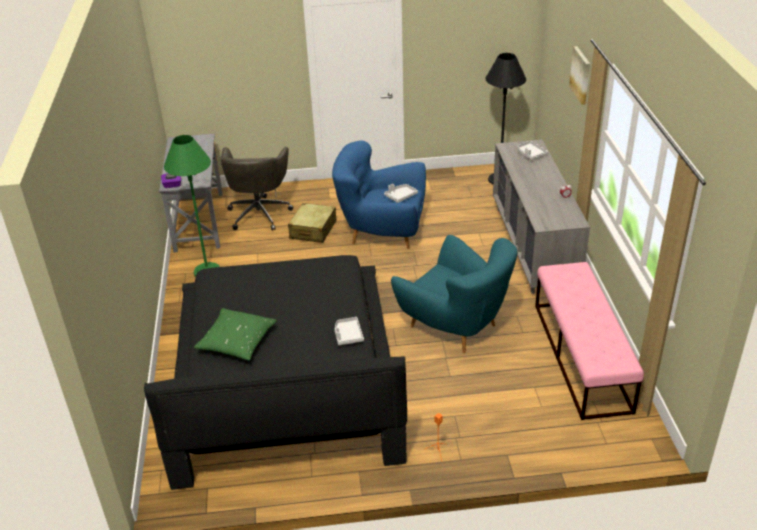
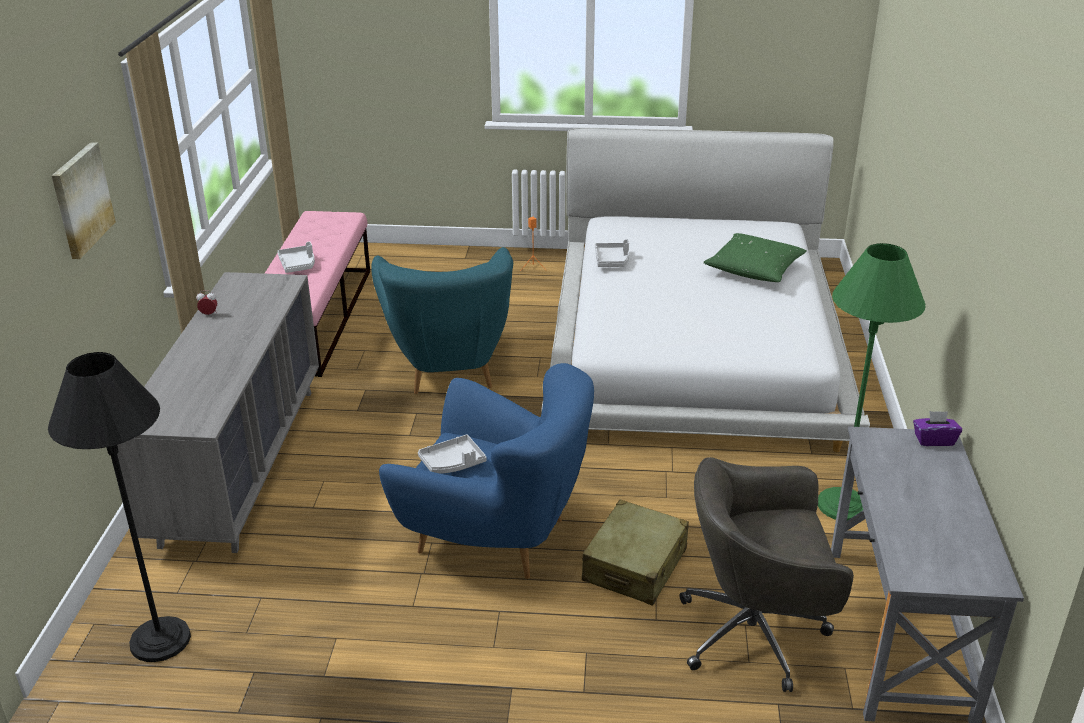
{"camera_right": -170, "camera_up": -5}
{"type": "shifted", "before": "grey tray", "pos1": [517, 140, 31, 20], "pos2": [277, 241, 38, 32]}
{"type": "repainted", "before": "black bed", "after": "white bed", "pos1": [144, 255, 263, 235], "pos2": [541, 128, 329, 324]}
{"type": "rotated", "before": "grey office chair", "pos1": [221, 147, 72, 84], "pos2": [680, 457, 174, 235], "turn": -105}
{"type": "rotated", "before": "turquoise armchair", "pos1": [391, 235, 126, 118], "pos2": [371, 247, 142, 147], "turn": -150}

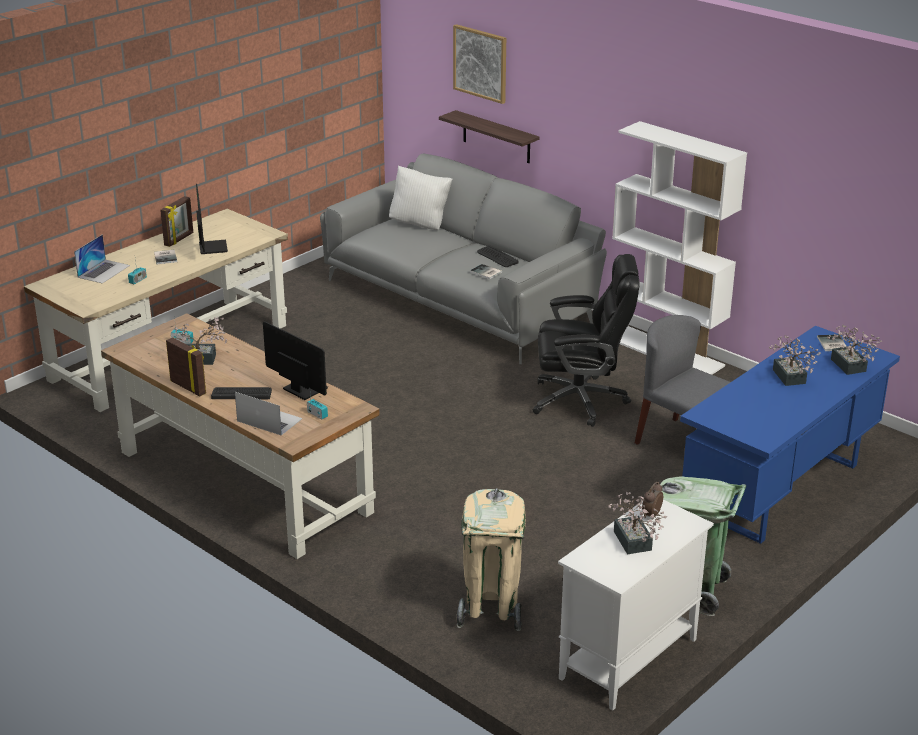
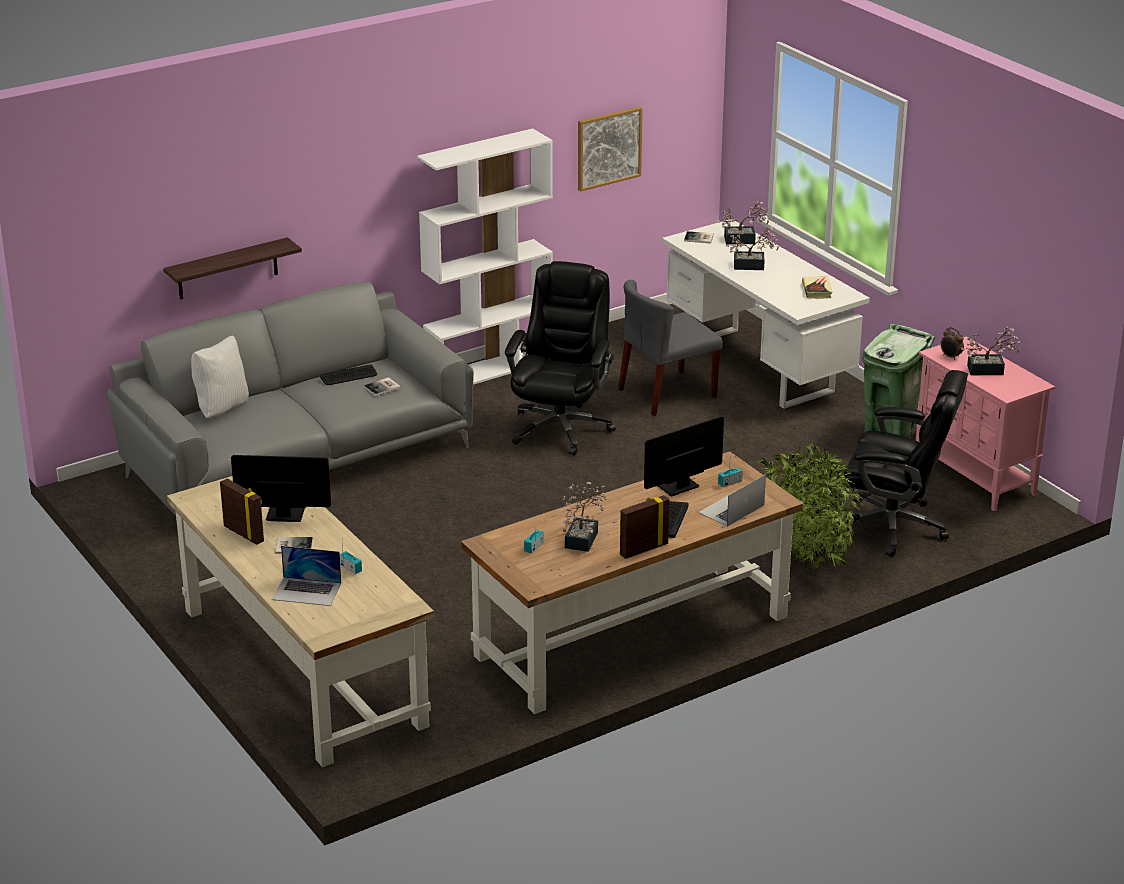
{"camera_right": -75, "camera_up": 0}
{"type": "new", "after": "potted plant", "pos2": [758, 444, 105, 125]}
{"type": "new", "after": "book", "pos2": [802, 276, 31, 23]}
{"type": "shifted", "before": "picture", "pos1": [453, 24, 53, 80], "pos2": [578, 106, 65, 85]}
{"type": "swapped", "before": "beige trash can", "after": "black office chair", "pos1": [456, 488, 70, 143], "pos2": [833, 370, 135, 187]}
{"type": "repainted", "before": "white cabinet", "after": "pink cabinet", "pos1": [558, 500, 156, 210], "pos2": [916, 336, 139, 175]}
{"type": "repainted", "before": "blue desk", "after": "white desk", "pos1": [680, 326, 220, 218], "pos2": [662, 219, 208, 190]}
{"type": "rotated", "before": "laptop", "pos1": [74, 234, 56, 50], "pos2": [272, 546, 69, 60], "turn": 150}

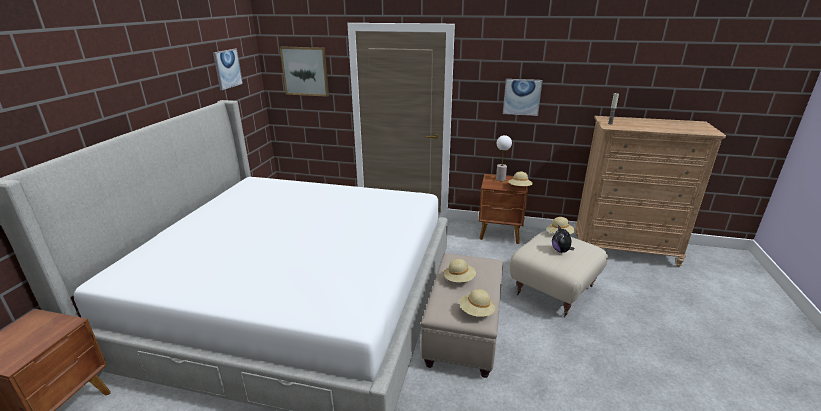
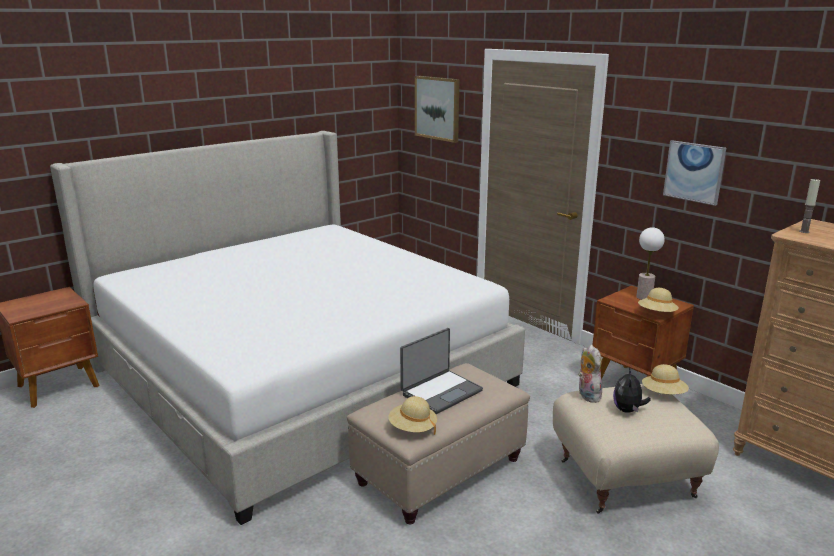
{"camera_right": 35, "camera_up": -5}
{"type": "gone", "before": "picture", "pos1": [213, 49, 30, 41]}
{"type": "new", "after": "plush toy", "pos2": [578, 345, 24, 58]}
{"type": "swapped", "before": "beige hat", "after": "laptop", "pos1": [444, 259, 32, 23], "pos2": [400, 328, 83, 86]}

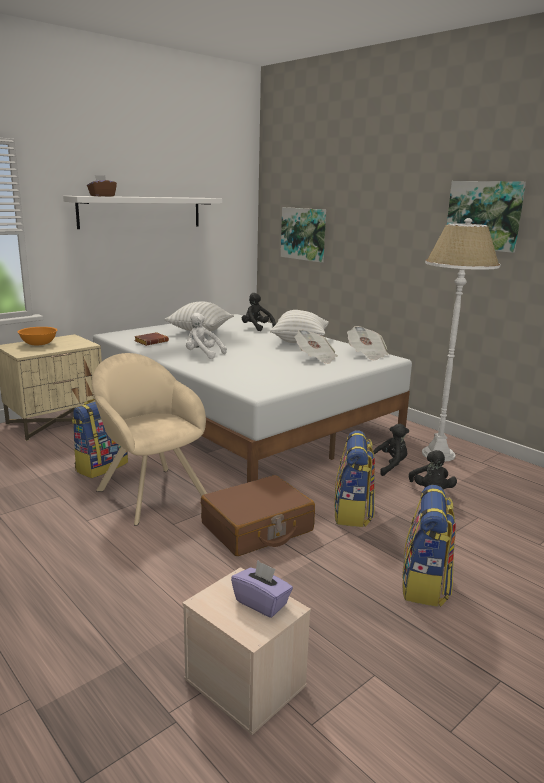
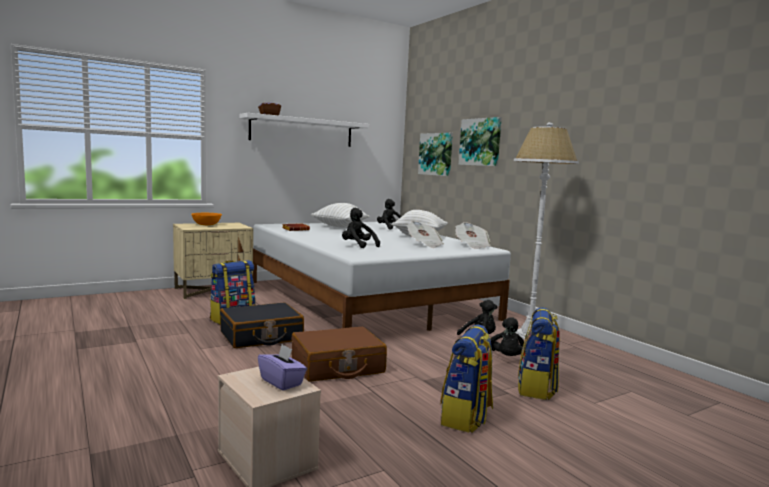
{"camera_right": 10, "camera_up": -10}
{"type": "gone", "before": "white plush toy", "pos1": [186, 313, 41, 46]}
{"type": "new", "after": "black plush toy", "pos2": [342, 208, 38, 40]}
{"type": "shifted", "before": "backpack", "pos1": [334, 430, 41, 97], "pos2": [518, 307, 42, 93]}
{"type": "shifted", "before": "picture", "pos1": [447, 181, 79, 72], "pos2": [459, 117, 43, 49]}
{"type": "swapped", "before": "beige armchair", "after": "black suitcase", "pos1": [92, 353, 115, 173], "pos2": [220, 303, 84, 45]}

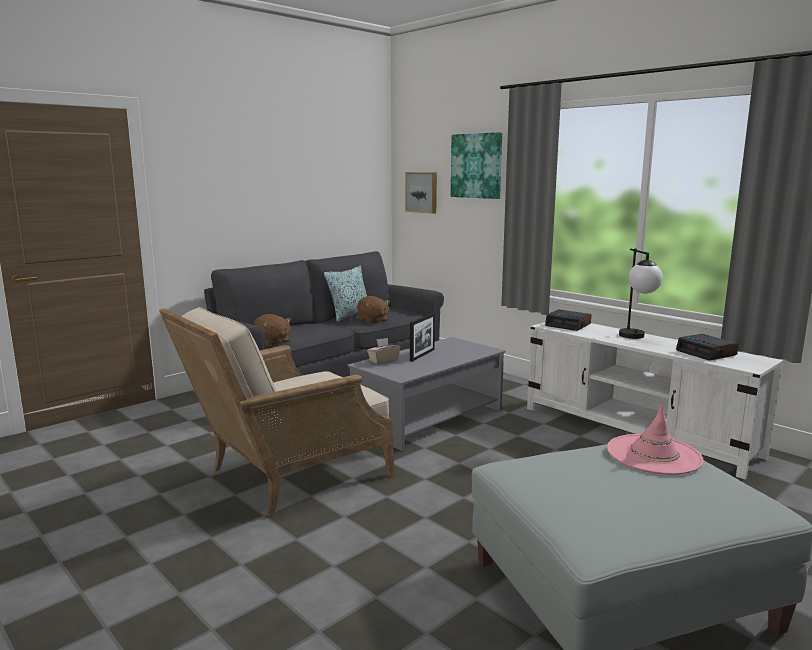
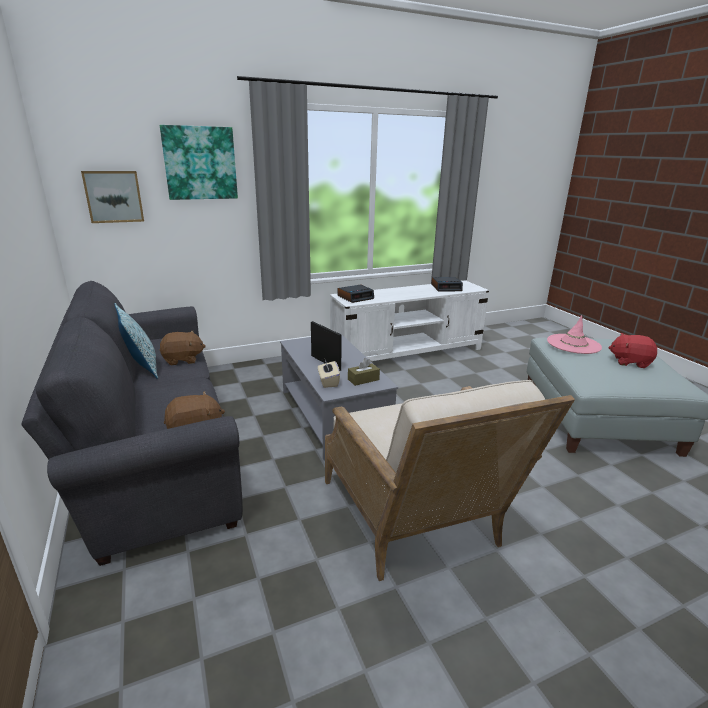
{"camera_right": -70, "camera_up": 10}
{"type": "gone", "before": "table lamp", "pos1": [619, 249, 44, 90]}
{"type": "new", "after": "brown tissue box", "pos2": [348, 358, 32, 28]}
{"type": "new", "after": "red plush toy", "pos2": [608, 333, 49, 35]}

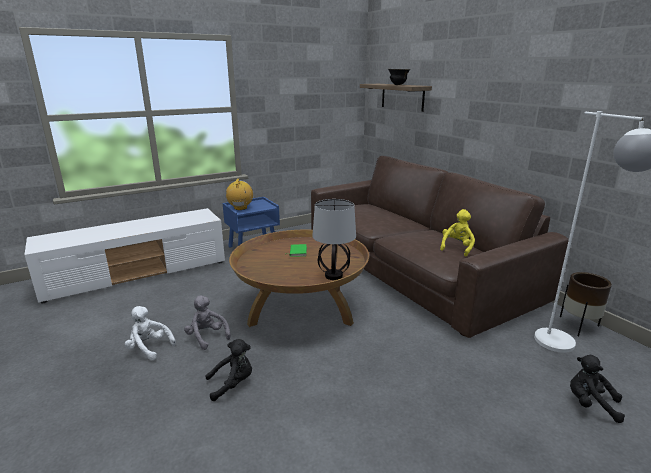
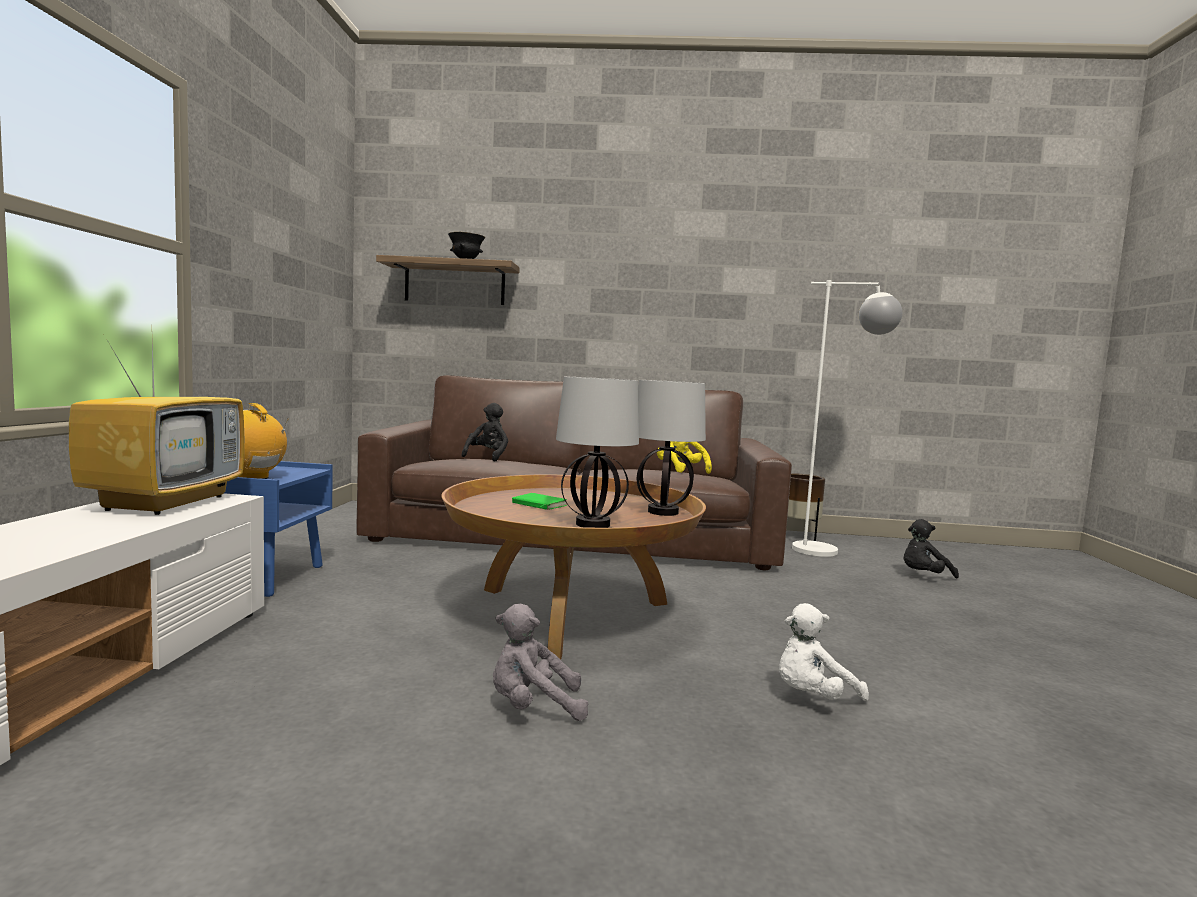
{"camera_right": -55, "camera_up": -15}
{"type": "new", "after": "television", "pos2": [69, 335, 175, 180]}
{"type": "new", "after": "table lamp", "pos2": [556, 377, 83, 151]}
{"type": "shifted", "before": "white plush toy", "pos1": [125, 306, 51, 54], "pos2": [779, 603, 90, 98]}
{"type": "shifted", "before": "black plush toy", "pos1": [205, 339, 47, 62], "pos2": [461, 403, 47, 59]}

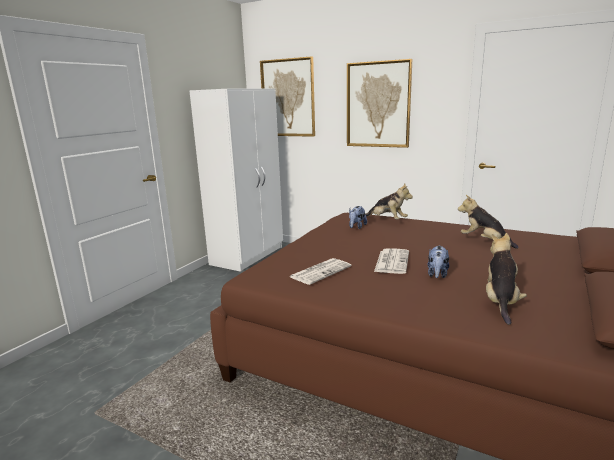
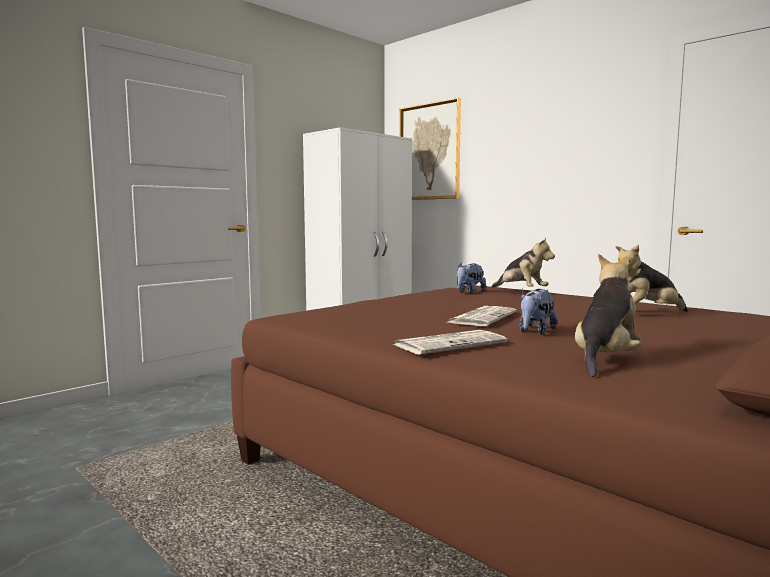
{"camera_right": 15, "camera_up": -10}
{"type": "gone", "before": "picture", "pos1": [347, 59, 65, 89]}
{"type": "shifted", "before": "newspaper", "pos1": [290, 258, 62, 27], "pos2": [394, 330, 113, 24]}
{"type": "rotated", "before": "plush toy", "pos1": [458, 195, 61, 54], "pos2": [615, 244, 73, 68], "turn": -75}

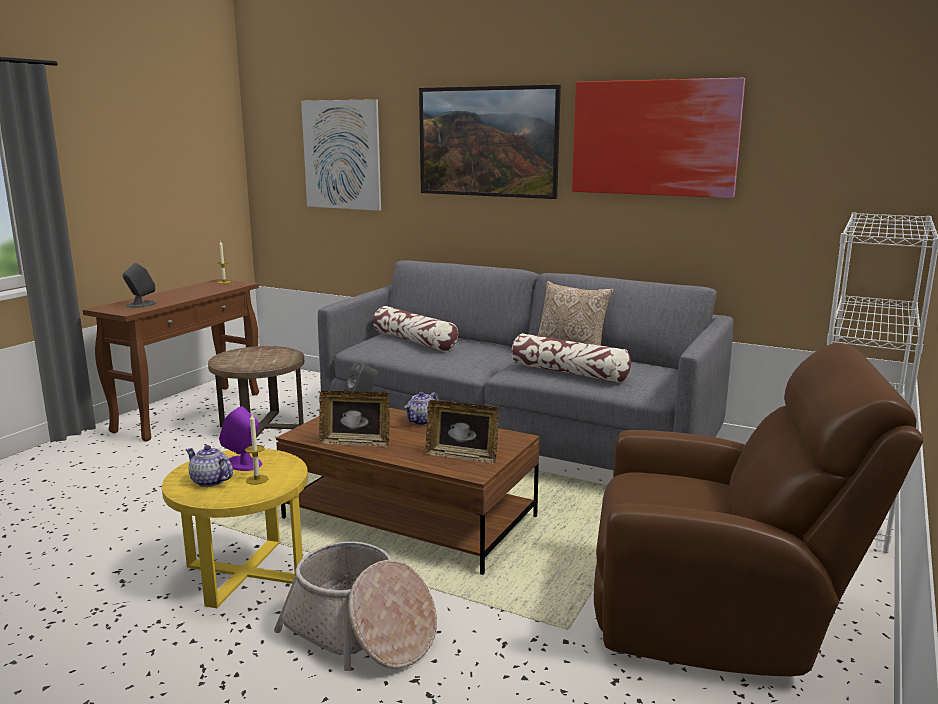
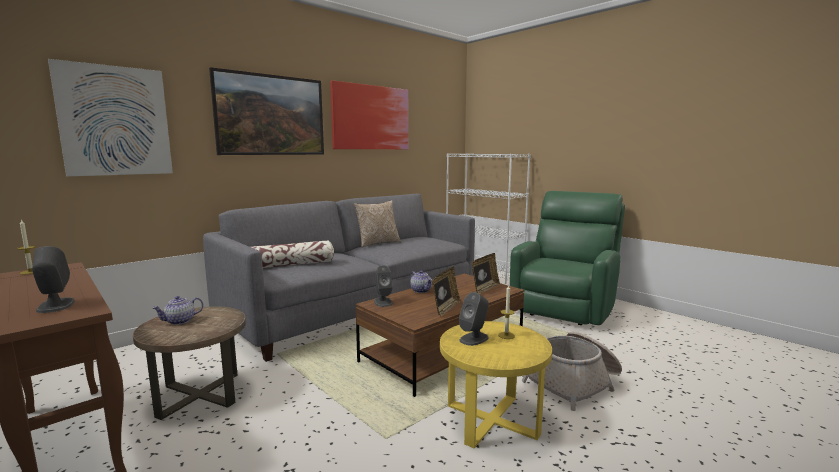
{"camera_right": -70, "camera_up": -5}
{"type": "gone", "before": "pillow", "pos1": [511, 333, 120, 50]}
{"type": "shifted", "before": "teapot", "pos1": [186, 445, 47, 42], "pos2": [152, 296, 51, 29]}
{"type": "repainted", "before": "purple speaker", "after": "grey speaker", "pos1": [219, 406, 43, 65], "pos2": [459, 292, 30, 54]}
{"type": "repainted", "before": "brown armchair", "after": "green armchair", "pos1": [594, 343, 329, 333], "pos2": [510, 191, 115, 134]}

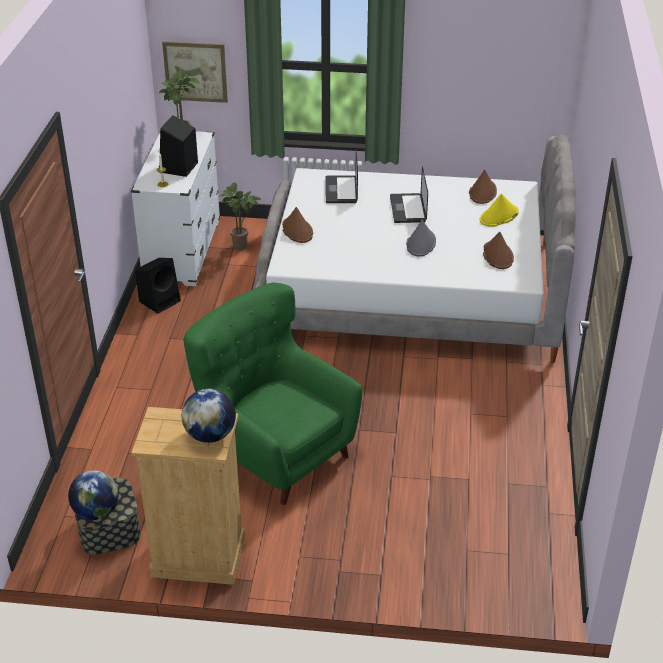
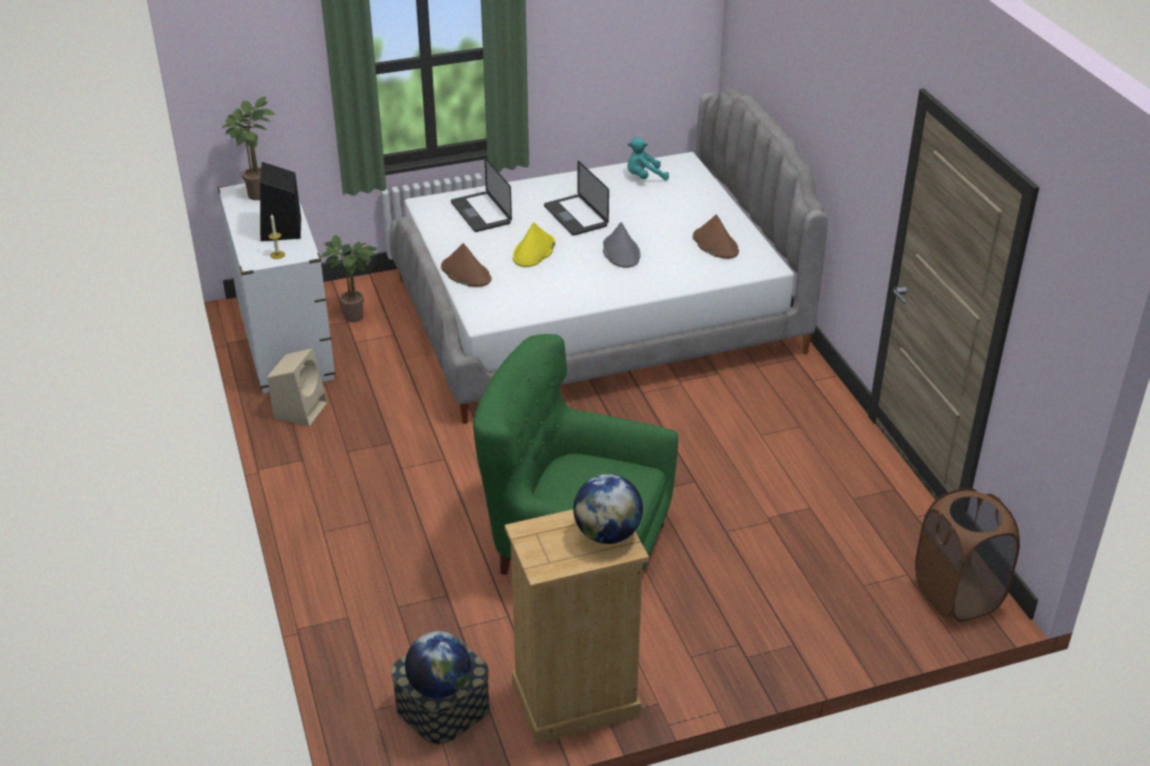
{"camera_right": -25, "camera_up": 0}
{"type": "gone", "before": "picture", "pos1": [162, 41, 66, 62]}
{"type": "new", "after": "brown laundry basket", "pos2": [915, 488, 105, 134]}
{"type": "shifted", "before": "yellow hat", "pos1": [480, 194, 39, 33], "pos2": [513, 222, 42, 45]}
{"type": "swapped", "before": "brown hat", "after": "turquoise plush toy", "pos1": [469, 169, 28, 35], "pos2": [627, 137, 42, 43]}
{"type": "repainted", "before": "black speaker", "after": "beige speaker", "pos1": [135, 258, 46, 56], "pos2": [267, 348, 60, 79]}

